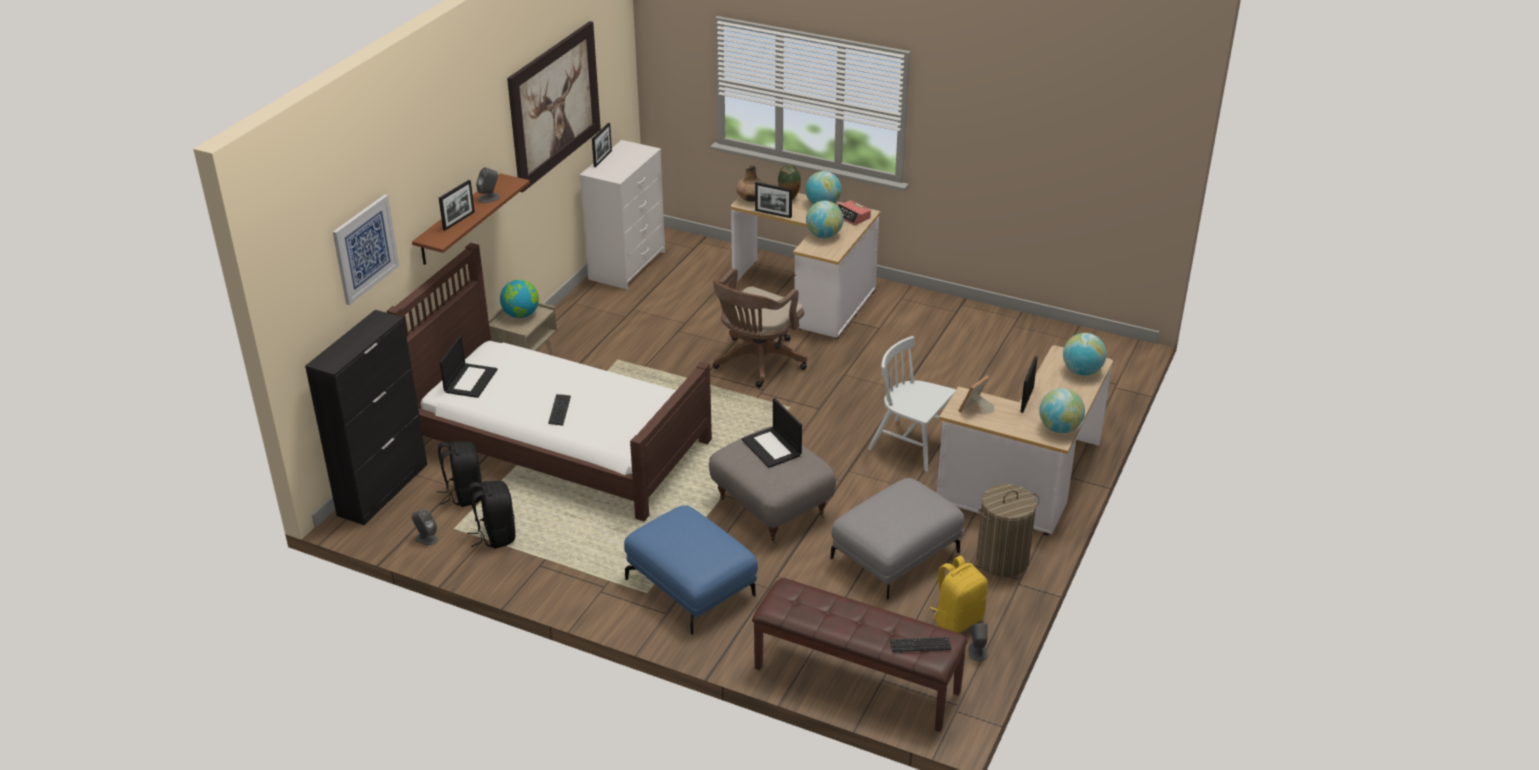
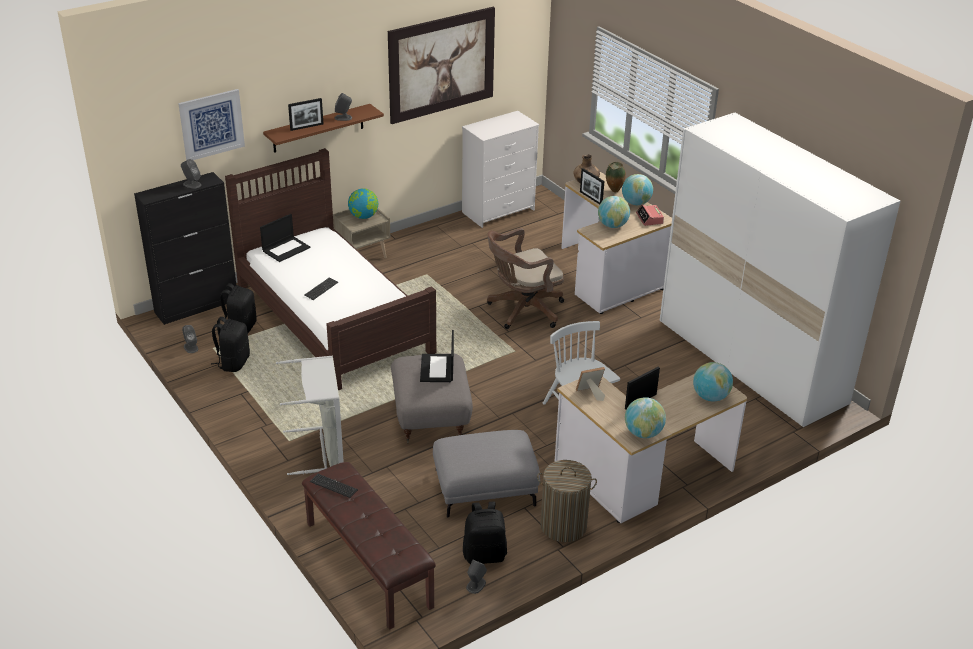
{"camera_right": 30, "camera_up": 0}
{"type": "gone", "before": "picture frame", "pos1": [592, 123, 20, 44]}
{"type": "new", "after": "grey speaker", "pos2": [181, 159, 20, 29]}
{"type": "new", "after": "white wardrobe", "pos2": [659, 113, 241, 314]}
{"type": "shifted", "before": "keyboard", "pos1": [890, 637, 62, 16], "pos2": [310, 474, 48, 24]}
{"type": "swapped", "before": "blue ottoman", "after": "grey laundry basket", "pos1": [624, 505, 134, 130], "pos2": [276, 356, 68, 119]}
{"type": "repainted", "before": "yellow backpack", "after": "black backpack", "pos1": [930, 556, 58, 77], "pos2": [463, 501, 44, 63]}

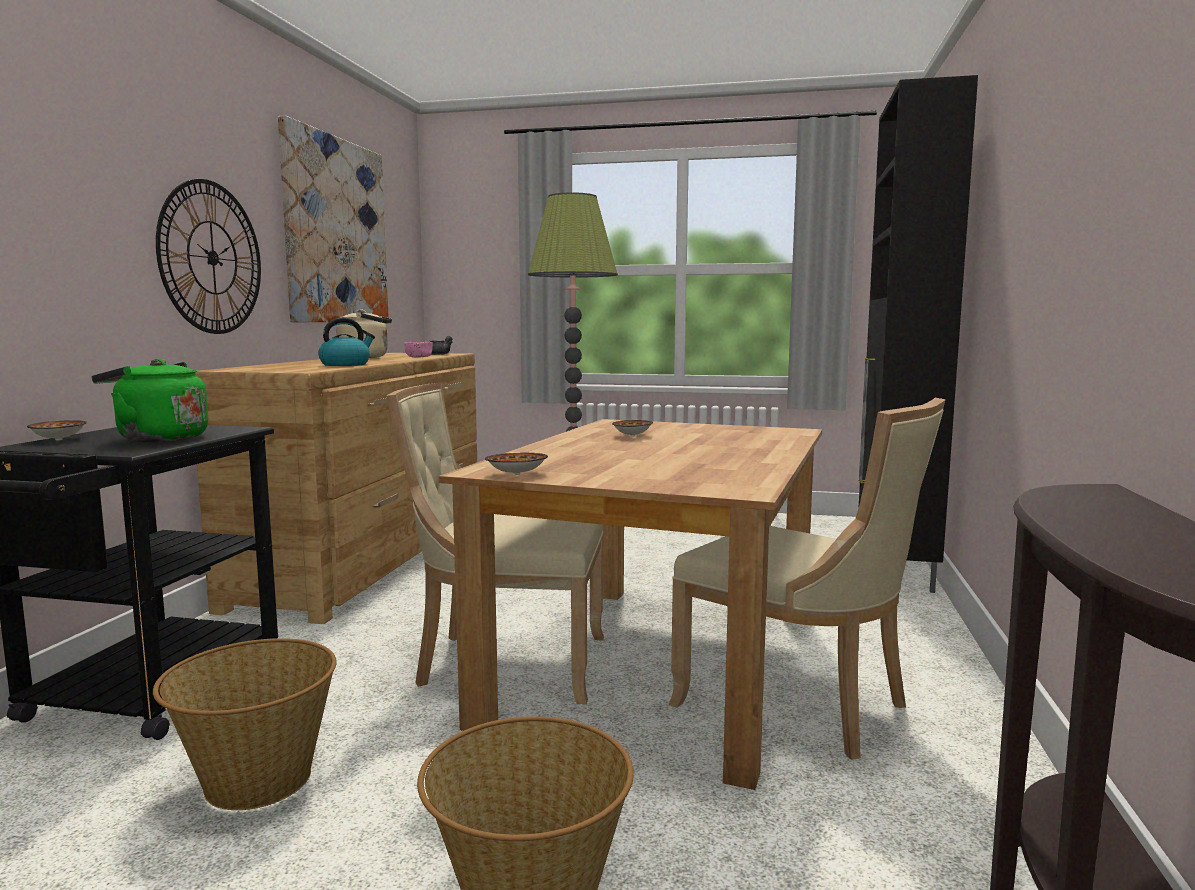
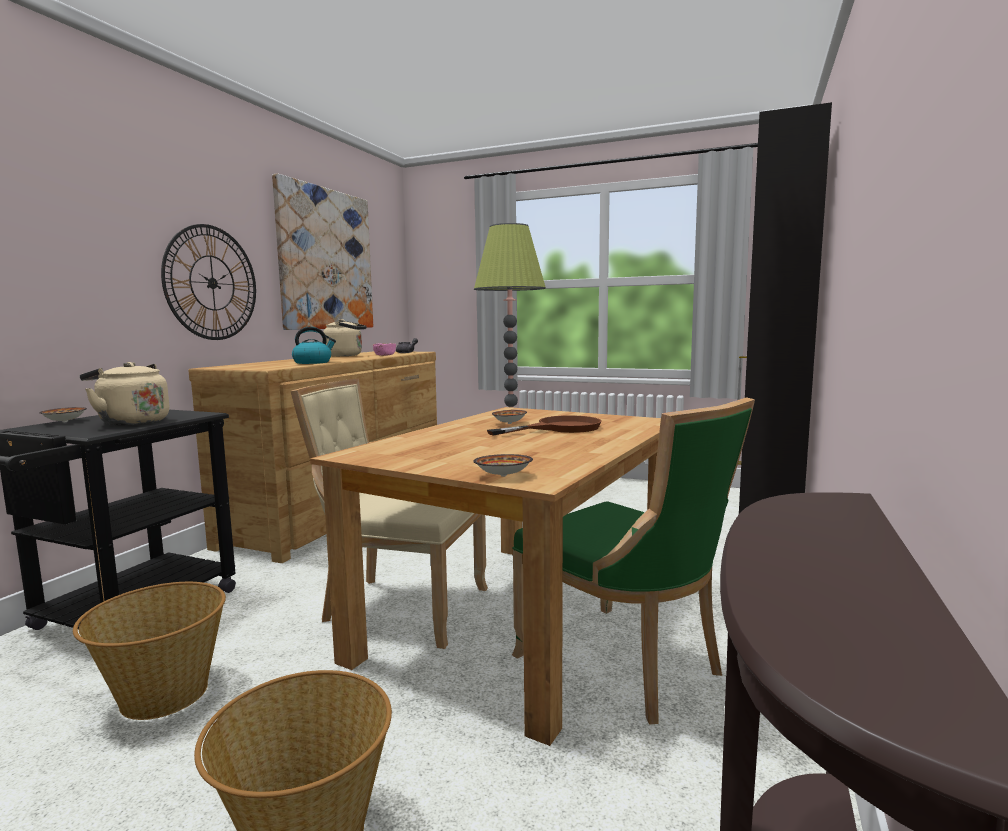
{"camera_right": 10, "camera_up": 0}
{"type": "new", "after": "brown frying pan", "pos2": [487, 415, 115, 21]}
{"type": "shifted", "before": "bowl", "pos1": [485, 453, 63, 22], "pos2": [473, 454, 60, 23]}
{"type": "repainted", "before": "green kettle", "after": "beige kettle", "pos1": [92, 359, 116, 83], "pos2": [80, 362, 89, 63]}
{"type": "repainted", "before": "beige chair", "after": "green chair", "pos1": [668, 398, 278, 362], "pos2": [512, 397, 243, 328]}

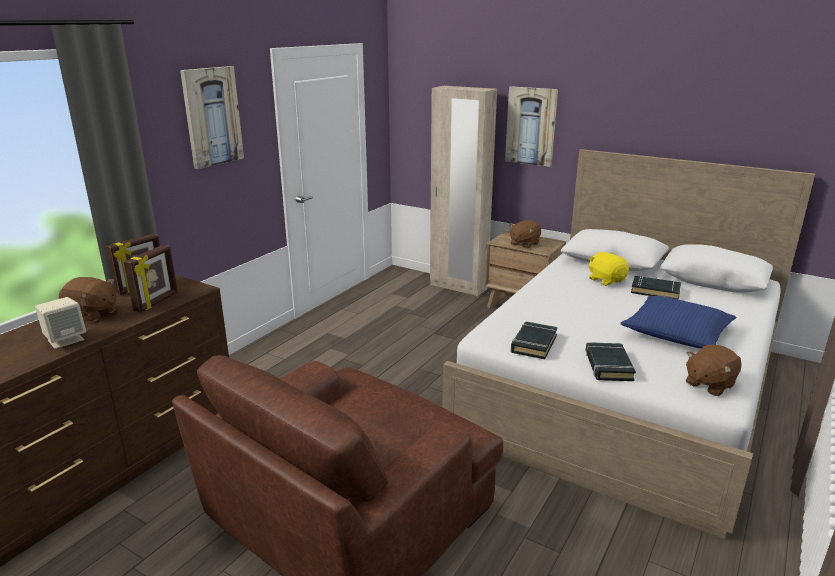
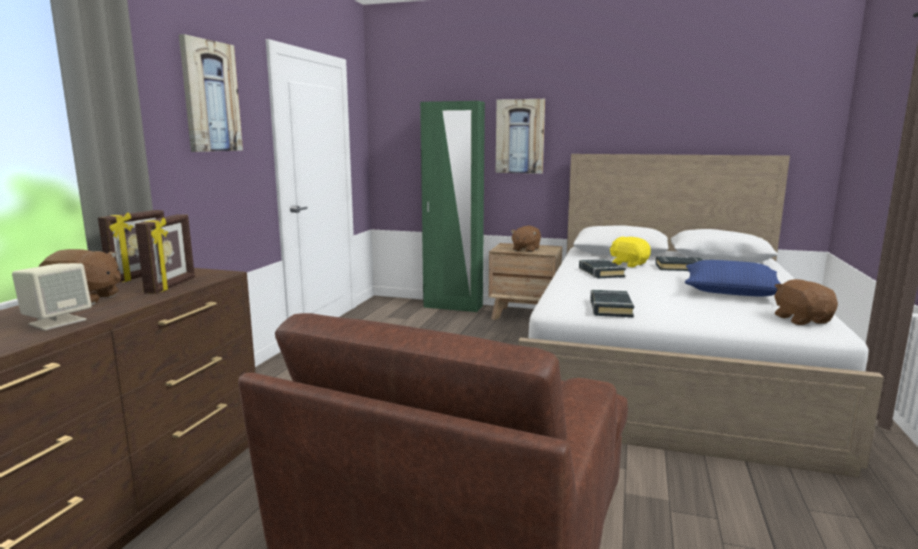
{"camera_right": -15, "camera_up": -10}
{"type": "shifted", "before": "black book", "pos1": [586, 342, 50, 39], "pos2": [579, 259, 47, 20]}
{"type": "repainted", "before": "beige wardrobe", "after": "green wardrobe", "pos1": [430, 86, 67, 210], "pos2": [420, 101, 65, 211]}
{"type": "rotated", "before": "brown plush toy", "pos1": [686, 345, 56, 51], "pos2": [774, 279, 64, 46], "turn": 135}

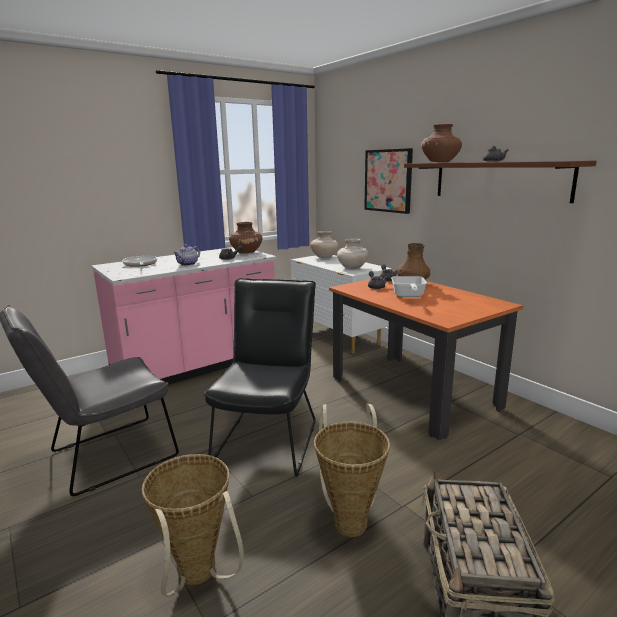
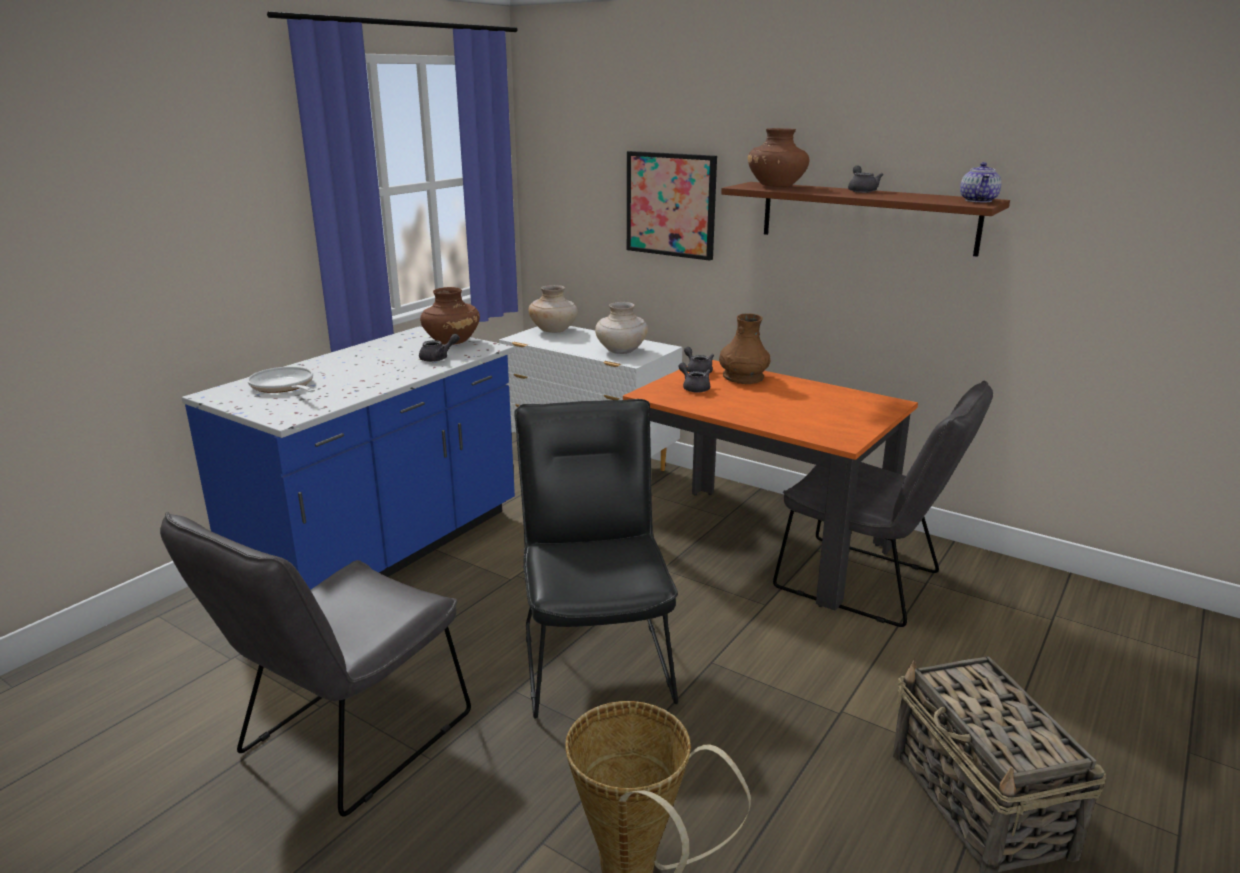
{"camera_right": -20, "camera_up": 5}
{"type": "gone", "before": "basket", "pos1": [314, 404, 76, 133]}
{"type": "gone", "before": "frying pan", "pos1": [391, 276, 36, 21]}
{"type": "new", "after": "grey chair", "pos2": [773, 381, 220, 246]}
{"type": "shifted", "before": "teapot", "pos1": [173, 244, 27, 22], "pos2": [960, 162, 41, 40]}
{"type": "repainted", "before": "pink counter", "after": "blue counter", "pos1": [91, 247, 186, 138], "pos2": [182, 326, 333, 264]}

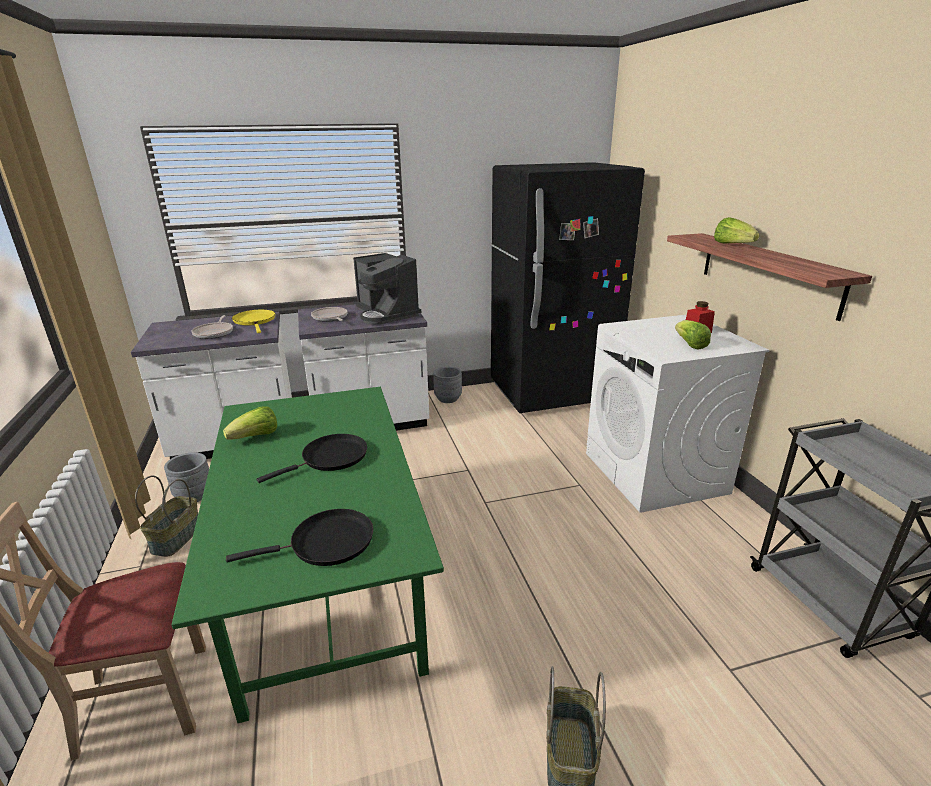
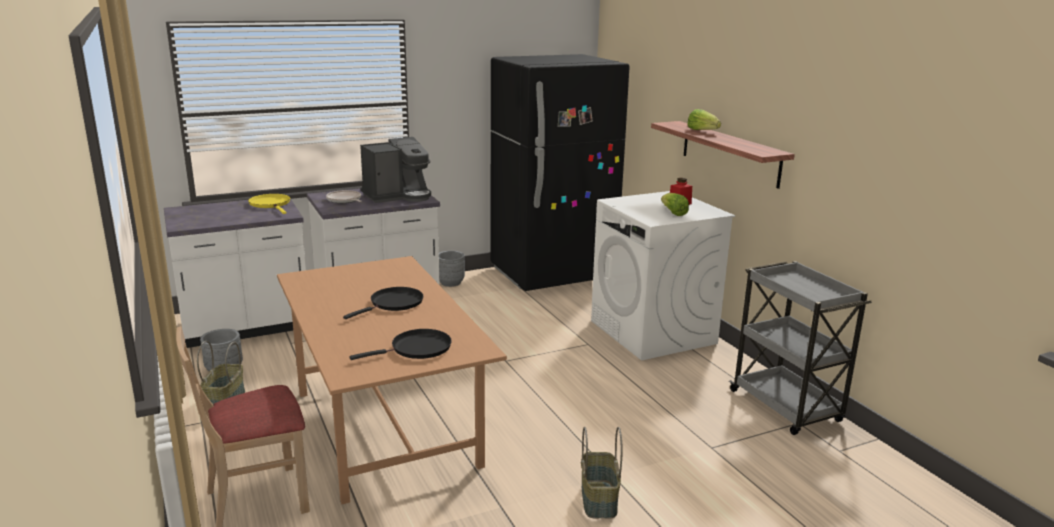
{"camera_right": -10, "camera_up": -5}
{"type": "gone", "before": "frying pan", "pos1": [191, 315, 42, 24]}
{"type": "gone", "before": "lettuce", "pos1": [223, 406, 54, 34]}
{"type": "repainted", "before": "green dining table", "after": "brown dining table", "pos1": [171, 387, 273, 336], "pos2": [277, 256, 230, 248]}
{"type": "rotated", "before": "coffee machine", "pos1": [353, 253, 68, 72], "pos2": [360, 137, 71, 66], "turn": -75}

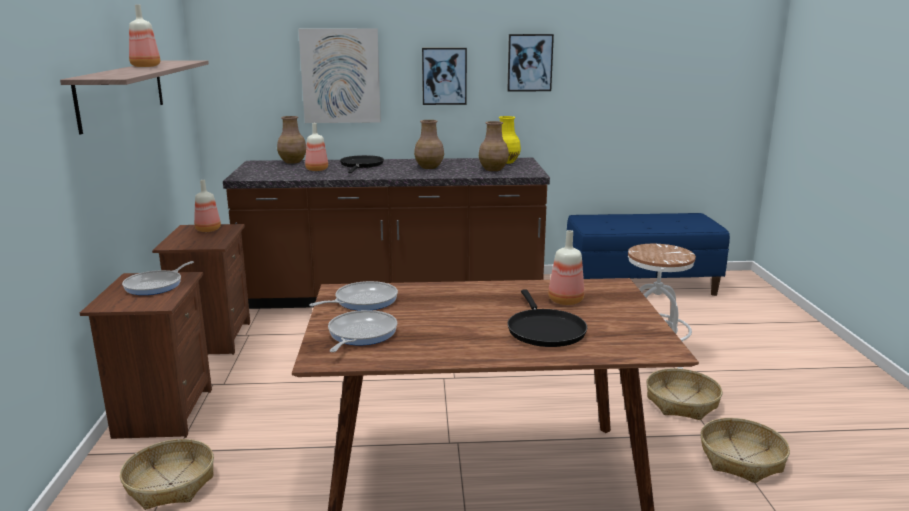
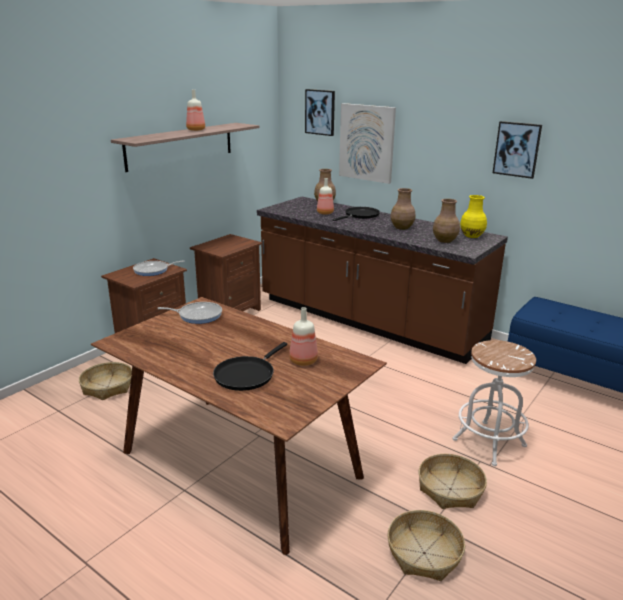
{"camera_right": 40, "camera_up": 5}
{"type": "gone", "before": "bottle", "pos1": [194, 180, 27, 52]}
{"type": "gone", "before": "frying pan", "pos1": [328, 310, 69, 42]}
{"type": "shifted", "before": "picture", "pos1": [422, 48, 45, 57], "pos2": [305, 89, 30, 47]}

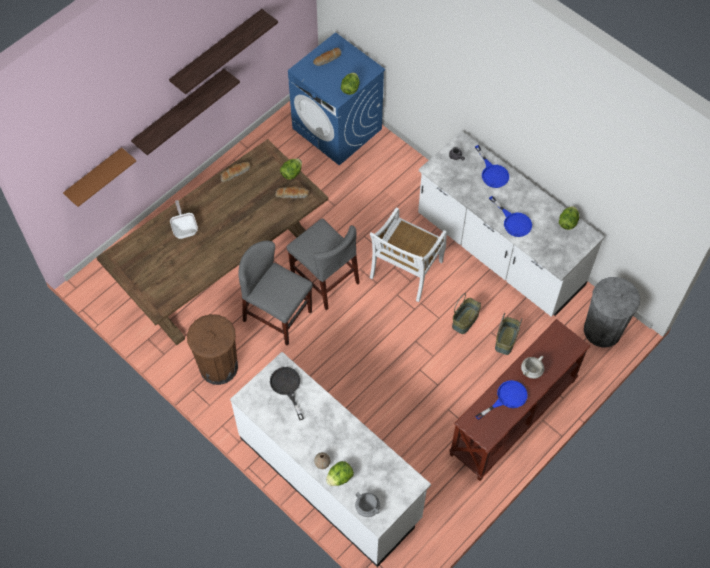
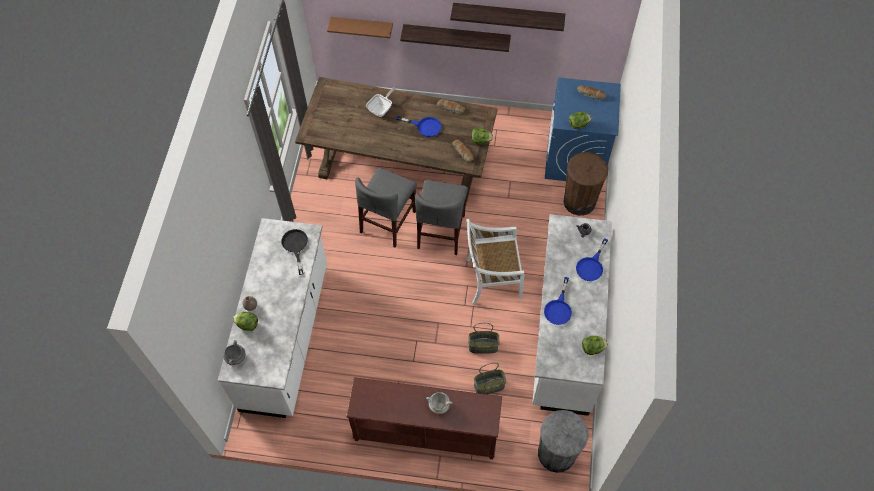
{"camera_right": 55, "camera_up": 0}
{"type": "shifted", "before": "brown trash can", "pos1": [187, 314, 51, 71], "pos2": [563, 152, 45, 64]}
{"type": "shifted", "before": "blue frying pan", "pos1": [476, 380, 52, 40], "pos2": [396, 116, 46, 21]}
{"type": "rotated", "before": "grey chair", "pos1": [238, 241, 75, 105], "pos2": [355, 168, 62, 80], "turn": -150}
{"type": "rotated", "before": "black frying pan", "pos1": [270, 367, 34, 53], "pos2": [281, 229, 27, 46], "turn": -45}

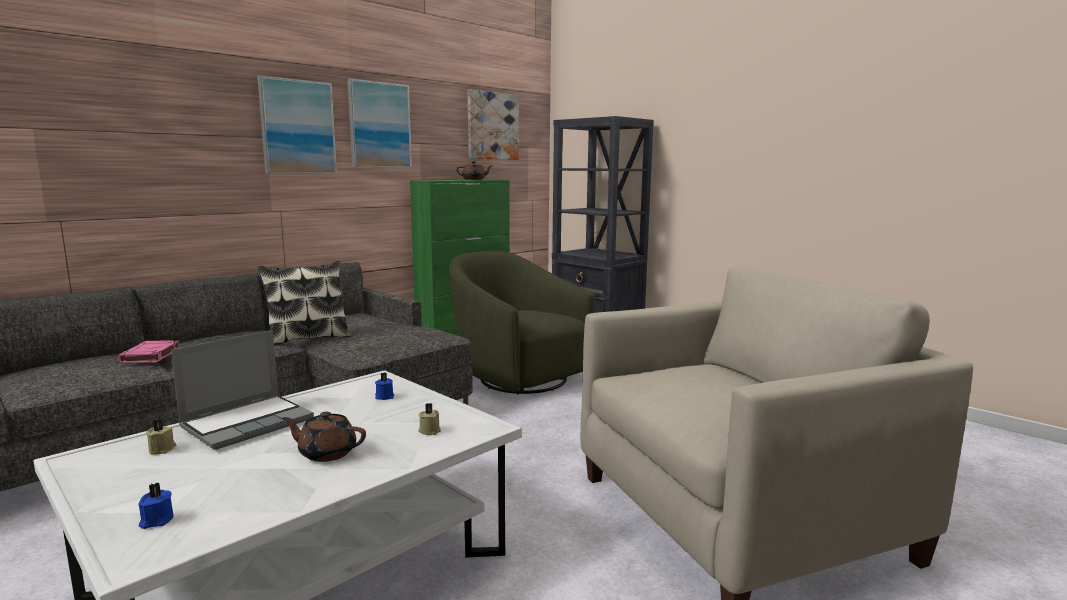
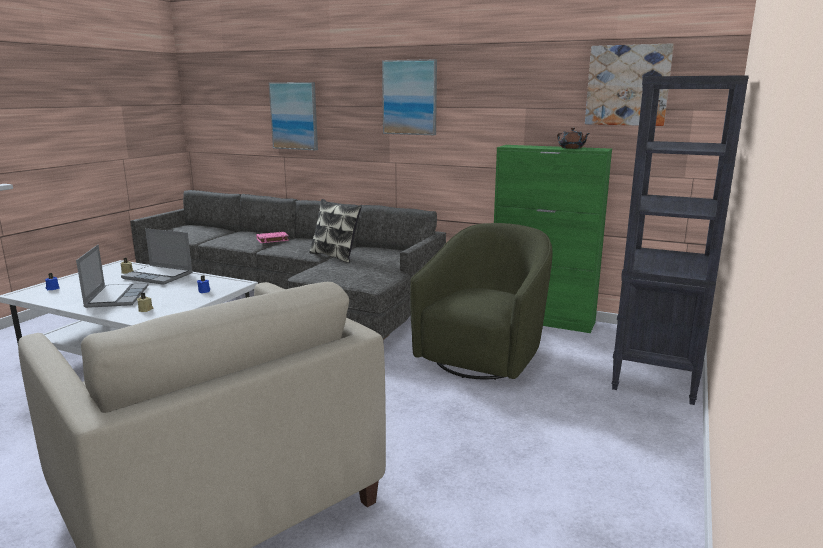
{"camera_right": 70, "camera_up": 5}
{"type": "shifted", "before": "picture", "pos1": [347, 79, 65, 88], "pos2": [269, 82, 49, 68]}
{"type": "swapped", "before": "brown teapot", "after": "laptop", "pos1": [282, 412, 84, 50], "pos2": [76, 245, 73, 63]}

